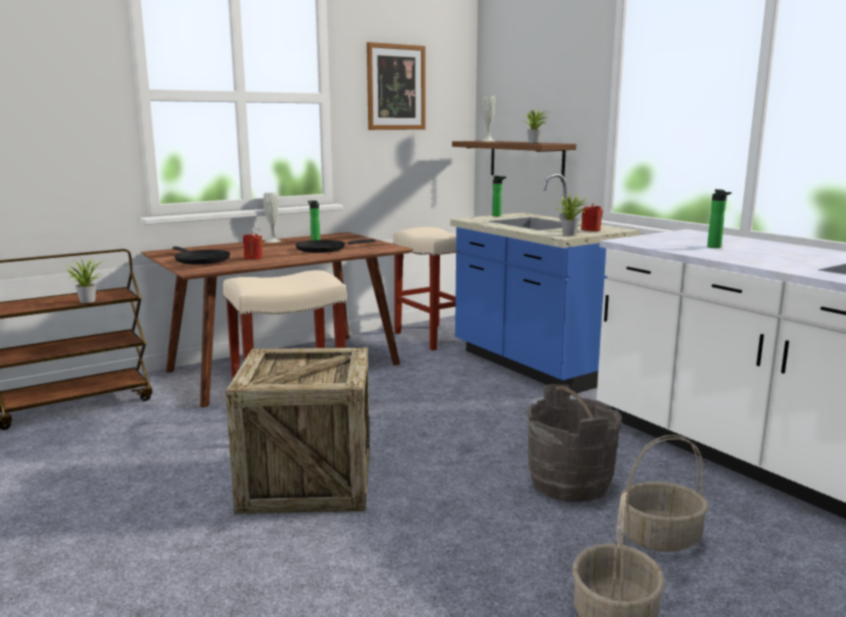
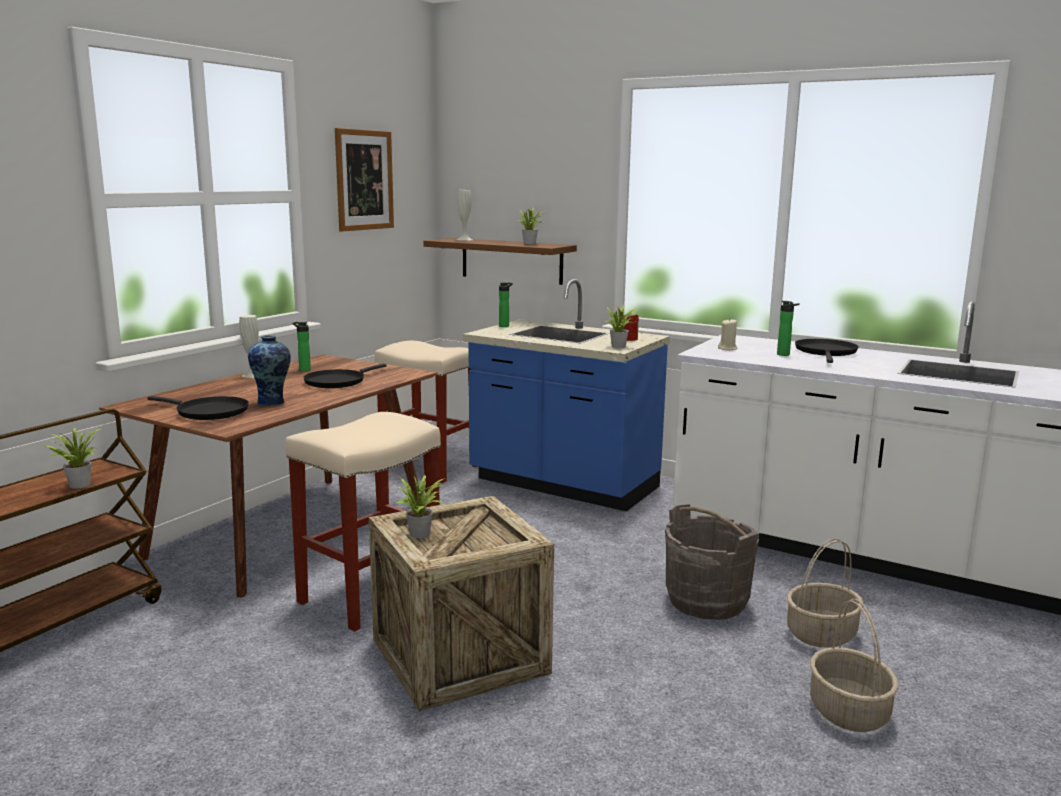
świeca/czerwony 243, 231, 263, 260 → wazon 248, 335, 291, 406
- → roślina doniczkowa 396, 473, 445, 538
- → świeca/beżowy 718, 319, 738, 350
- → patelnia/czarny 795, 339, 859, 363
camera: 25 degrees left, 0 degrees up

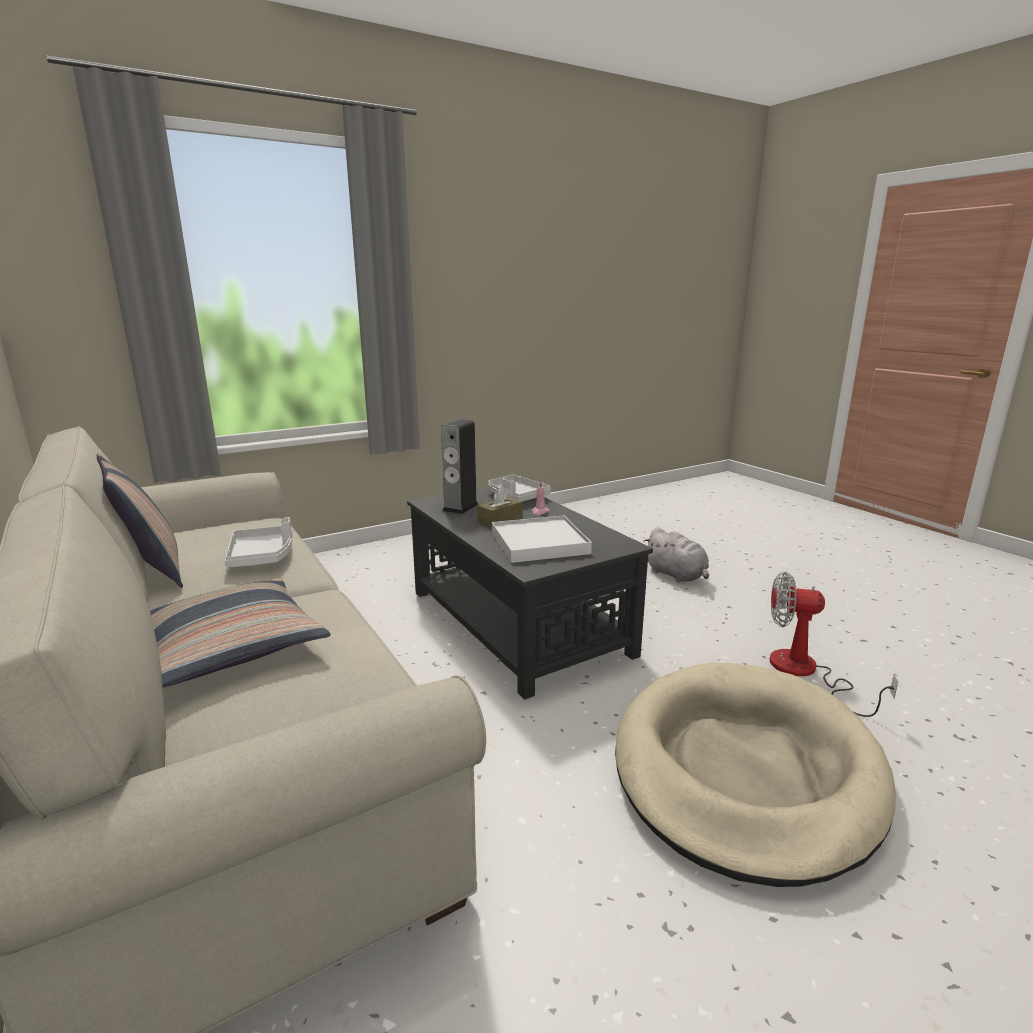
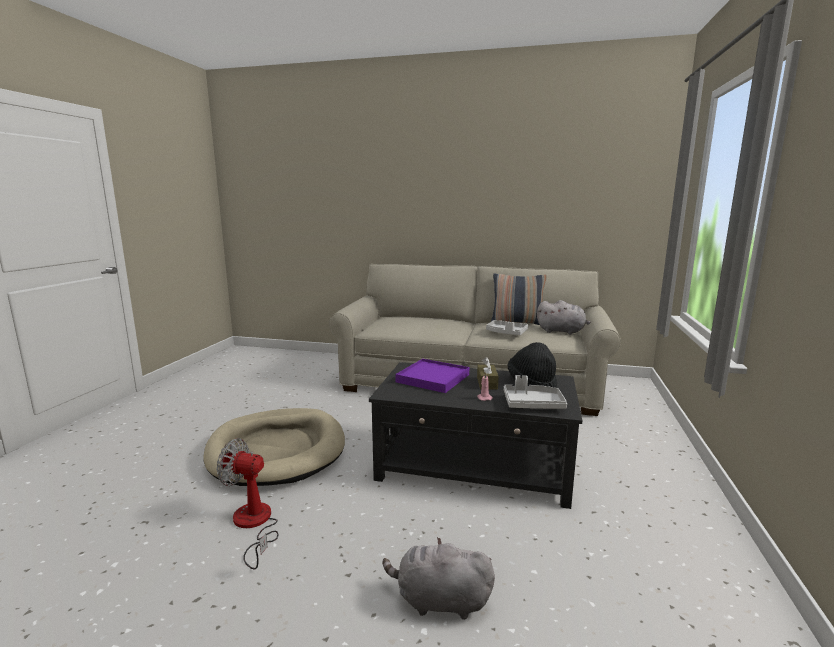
wentylator 769, 572, 898, 717 → wentylator 216, 438, 278, 569, 135 degrees counterclockwise
taca/biały 492, 515, 592, 563 → taca/fioletowy 395, 359, 469, 393
głośnik 441, 419, 479, 514 → kapelusz/czarny 508, 342, 557, 388
- → pluszak/szary 537, 300, 591, 335
poduszka 150, 578, 331, 687 → -
camera: 135 degrees right, 5 degrees down

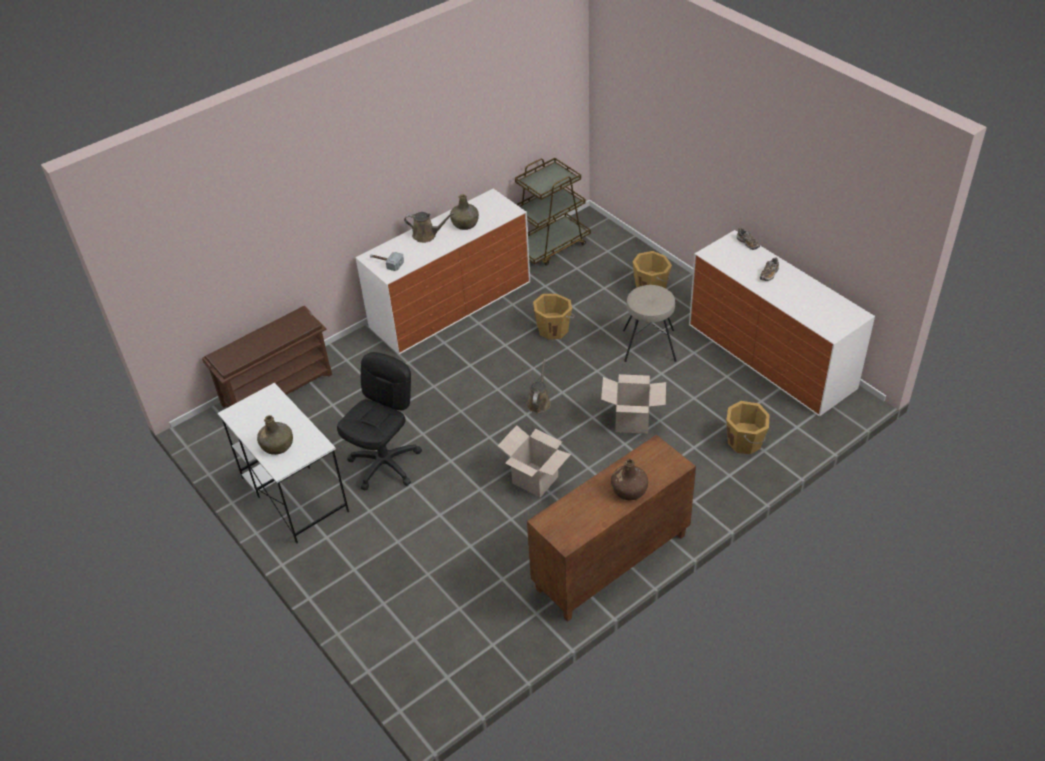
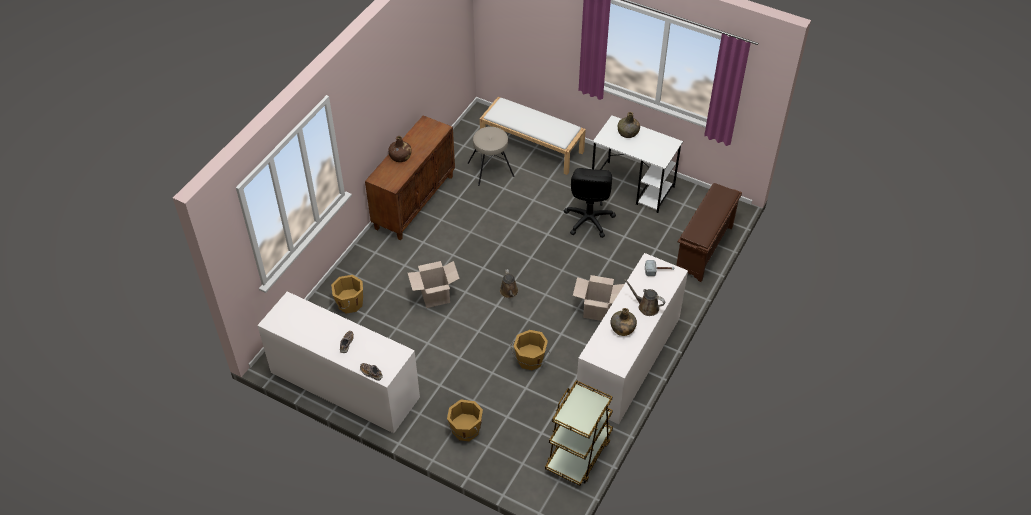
stołek/beżowy 623, 285, 677, 362 → stołek/beżowy 468, 127, 514, 186, shifted
- → ławka/biały 480, 97, 586, 175
karton 497, 425, 571, 498 → karton 573, 275, 624, 321, shifted
konewka/brązowy 404, 212, 454, 243 → konewka/brązowy 625, 279, 665, 316, 45 degrees clockwise
camera: 155 degrees right, 5 degrees up

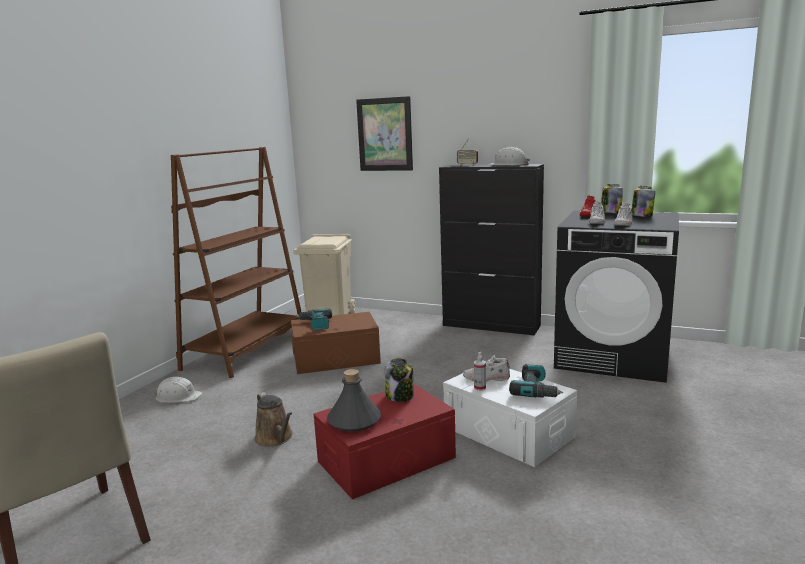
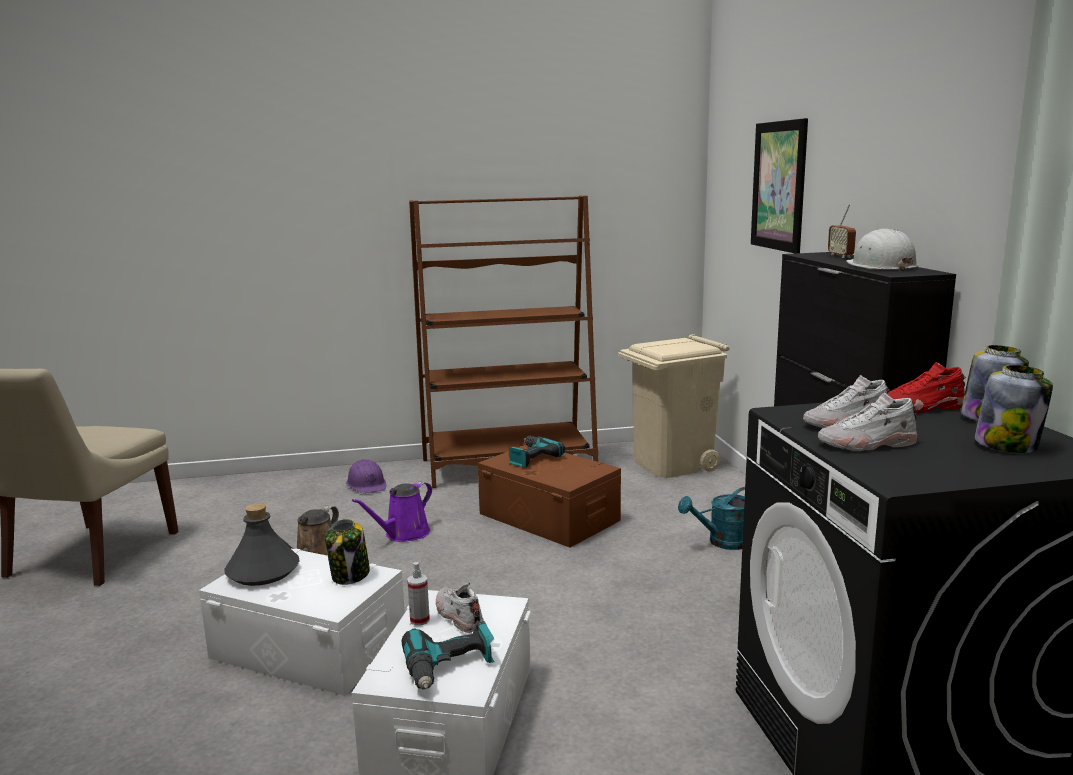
pojemnik do przechowywania/czerwony 313, 384, 456, 500 → pojemnik do przechowywania/biały 199, 549, 405, 696
kask/biały 153, 377, 203, 403 → kask/fioletowy 346, 459, 386, 493
- → konewka/fioletowy 352, 482, 432, 542
- → konewka/turkusowy 678, 487, 745, 550
camera: 55 degrees right, 0 degrees up

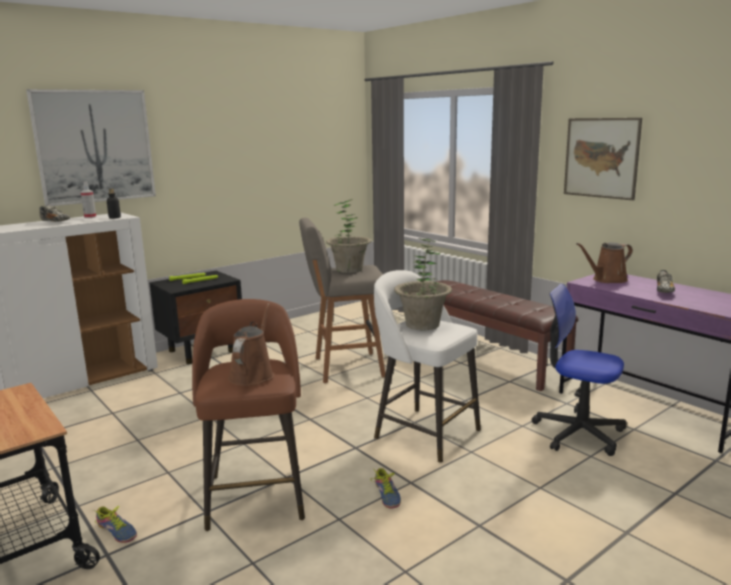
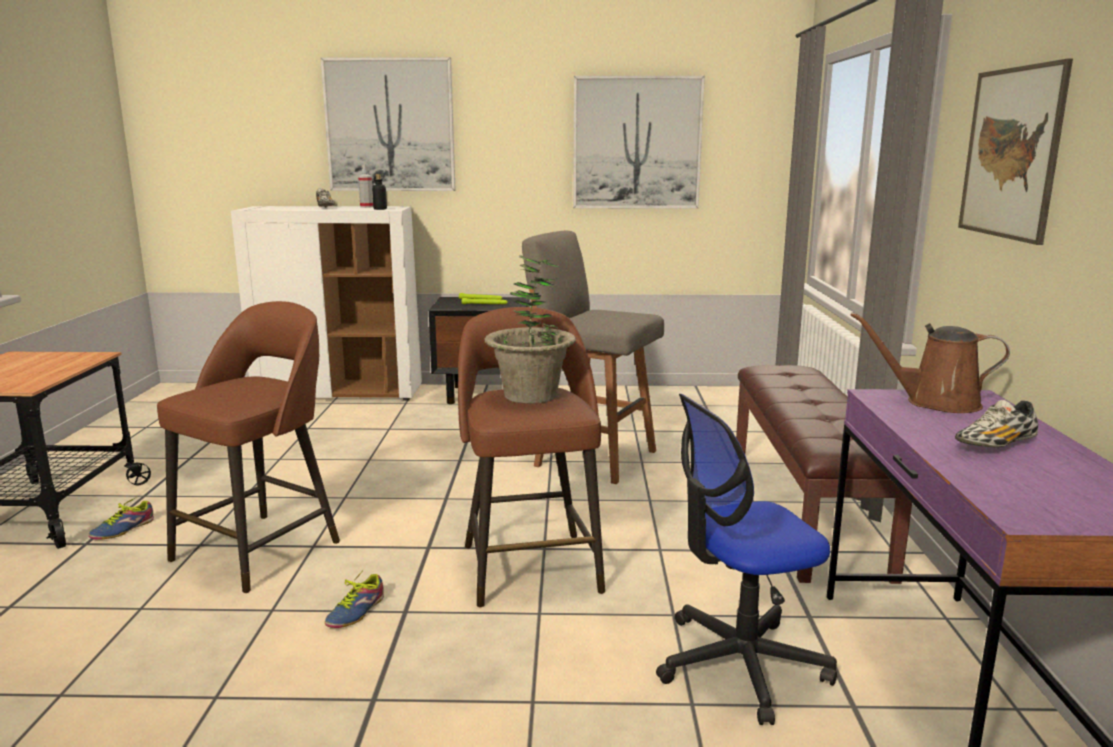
but 93, 506, 137, 543 → but 88, 497, 154, 540, 45 degrees clockwise
stołek/biały 374, 270, 481, 463 → stołek/brązowy 458, 307, 605, 608
- → obraz 573, 76, 705, 209
krzesło biurowe 532, 284, 627, 456 → krzesło biurowe 656, 394, 837, 725, 90 degrees counterclockwise
konewka/brązowy 228, 303, 274, 386 → -
roślina doniczkowa 326, 199, 371, 273 → -
camera: 40 degrees right, 0 degrees up

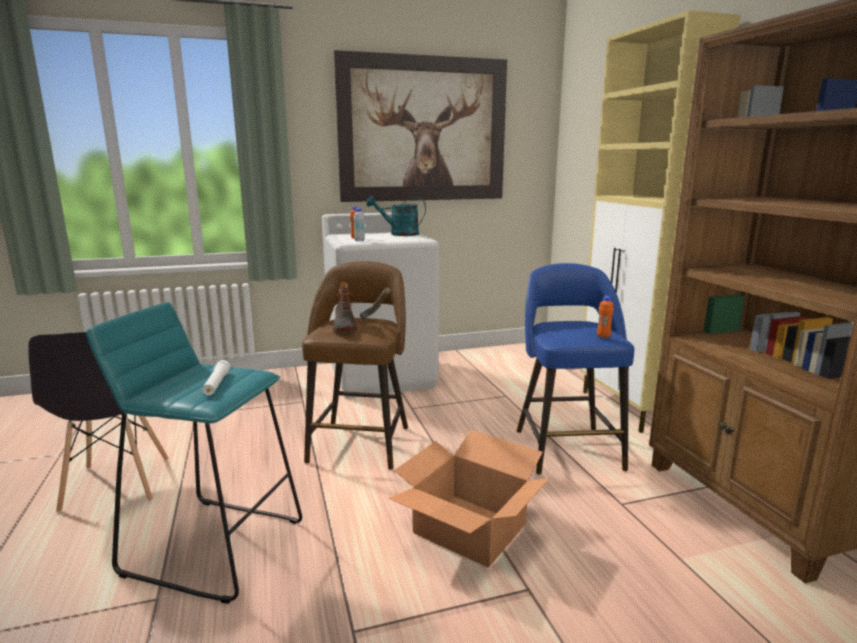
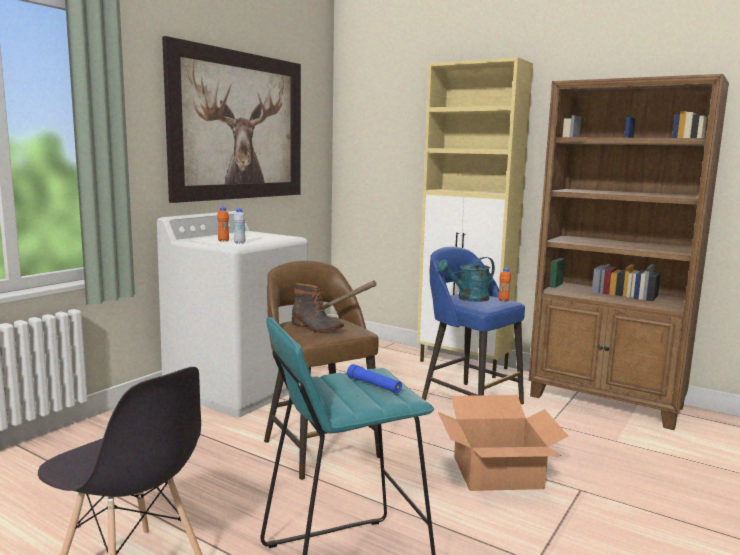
latarka/biały 202, 360, 230, 395 → latarka/niebieski 347, 364, 402, 393
konewka/turkusowy 366, 196, 426, 236 → konewka/turkusowy 437, 257, 495, 302, shifted
camera: 40 degrees left, 5 degrees down

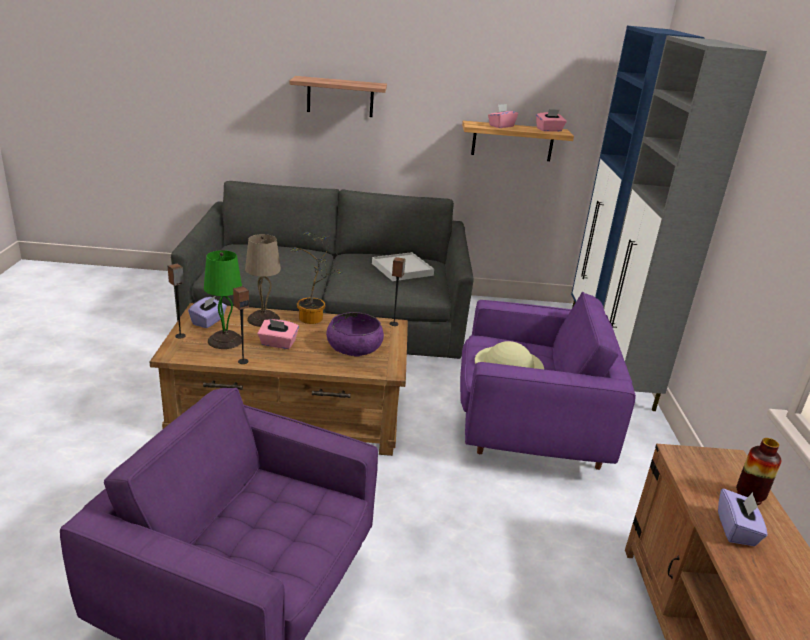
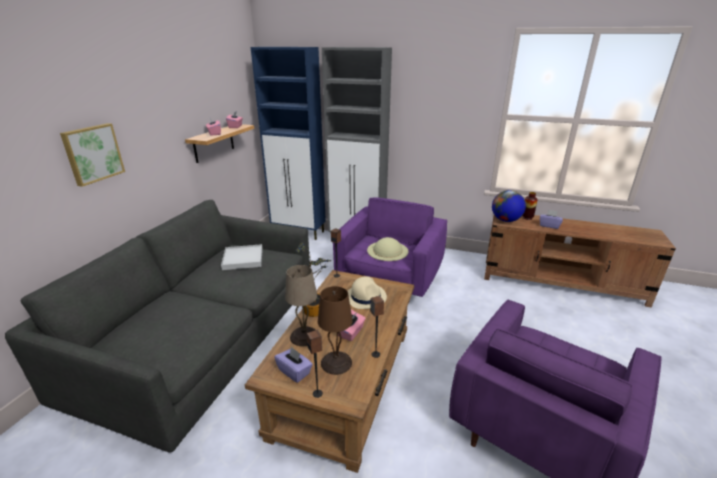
półka 289, 76, 387, 117 → obraz 60, 123, 125, 187
lampa stołowa/zielony 204, 250, 242, 349 → lampa stołowa/brązowy 318, 286, 353, 375
miska/fioletowy 326, 312, 384, 357 → kapelusz/beżowy 348, 276, 387, 309
- → globus 492, 190, 526, 222
camera: 70 degrees left, 0 degrees up

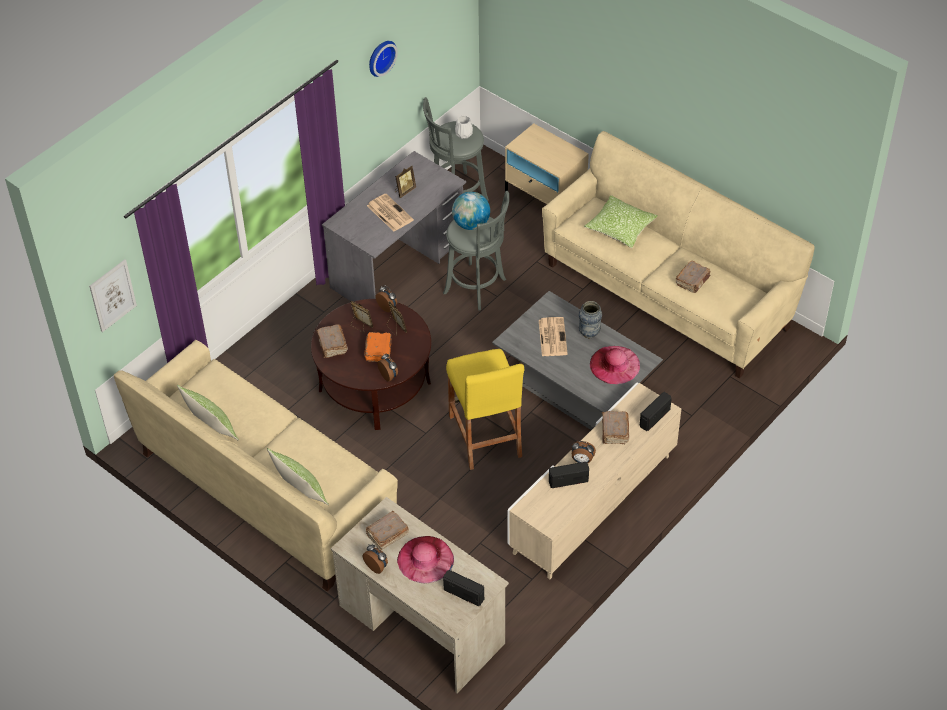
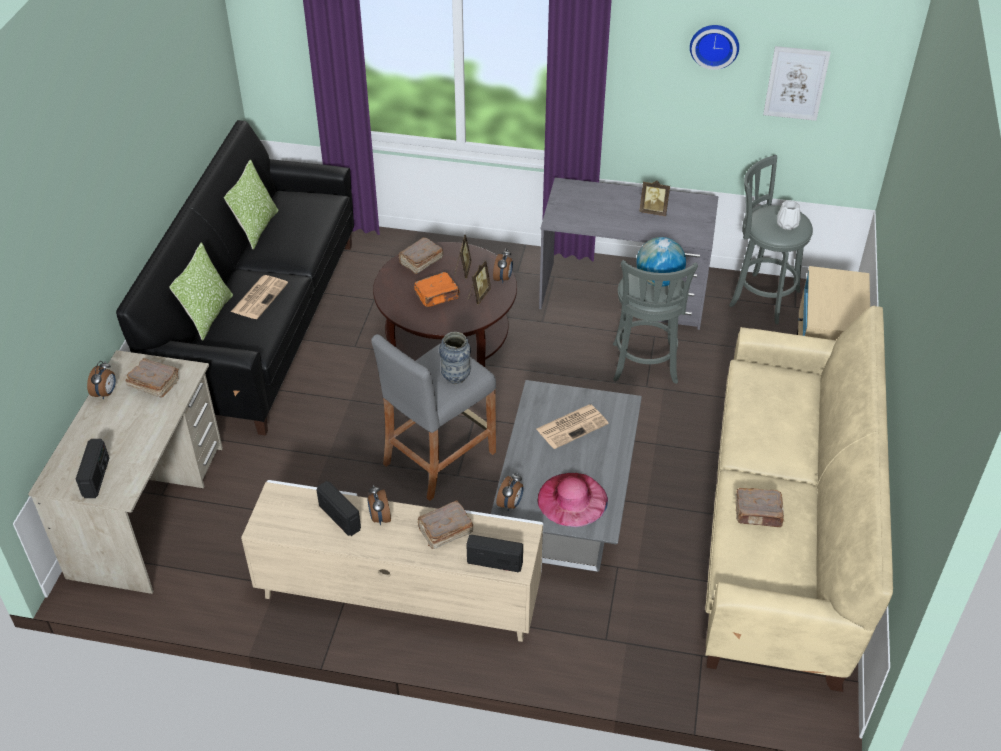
kanapa/beżowy 114, 340, 398, 592 → kanapa/czarny 116, 120, 354, 436
gazeta 367, 194, 414, 231 → gazeta 231, 275, 288, 319, shifted
stołek/żółty 446, 349, 524, 470 → stołek/szary 372, 334, 496, 501
wazon 579, 301, 602, 338 → wazon 439, 332, 471, 384, shifted
budzik 377, 354, 398, 382 → budzik 496, 473, 523, 511, shifted
obraz 89, 259, 137, 332 → obraz 763, 46, 831, 121, shifted
kapelusz/różowy 397, 536, 454, 583 → -
poduszka 584, 195, 658, 248 → -
camera: 60 degrees right, 5 degrees down

